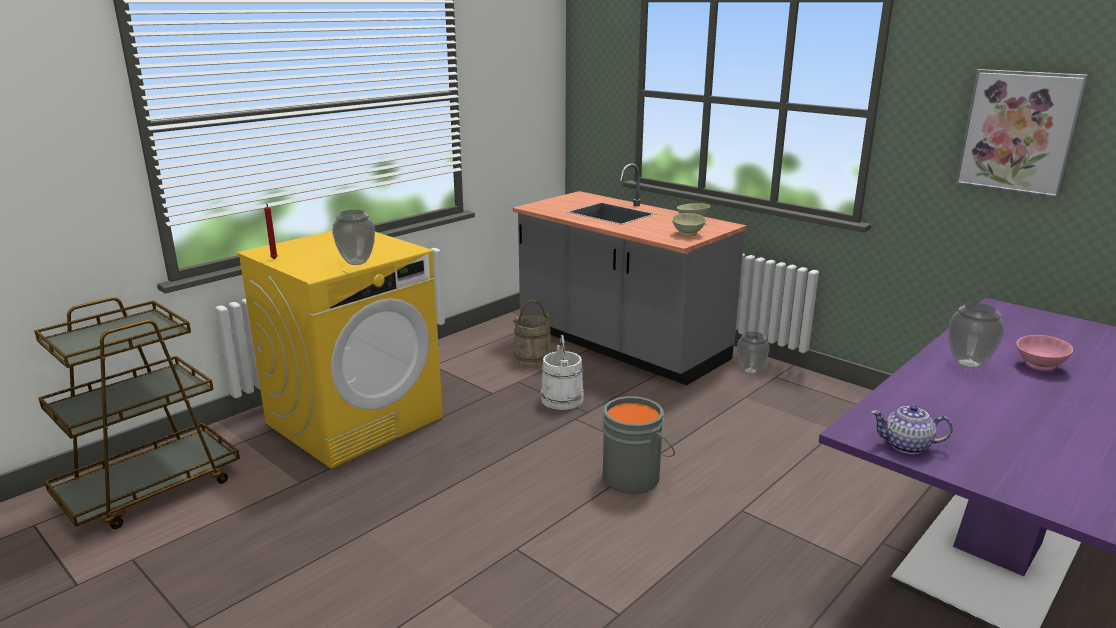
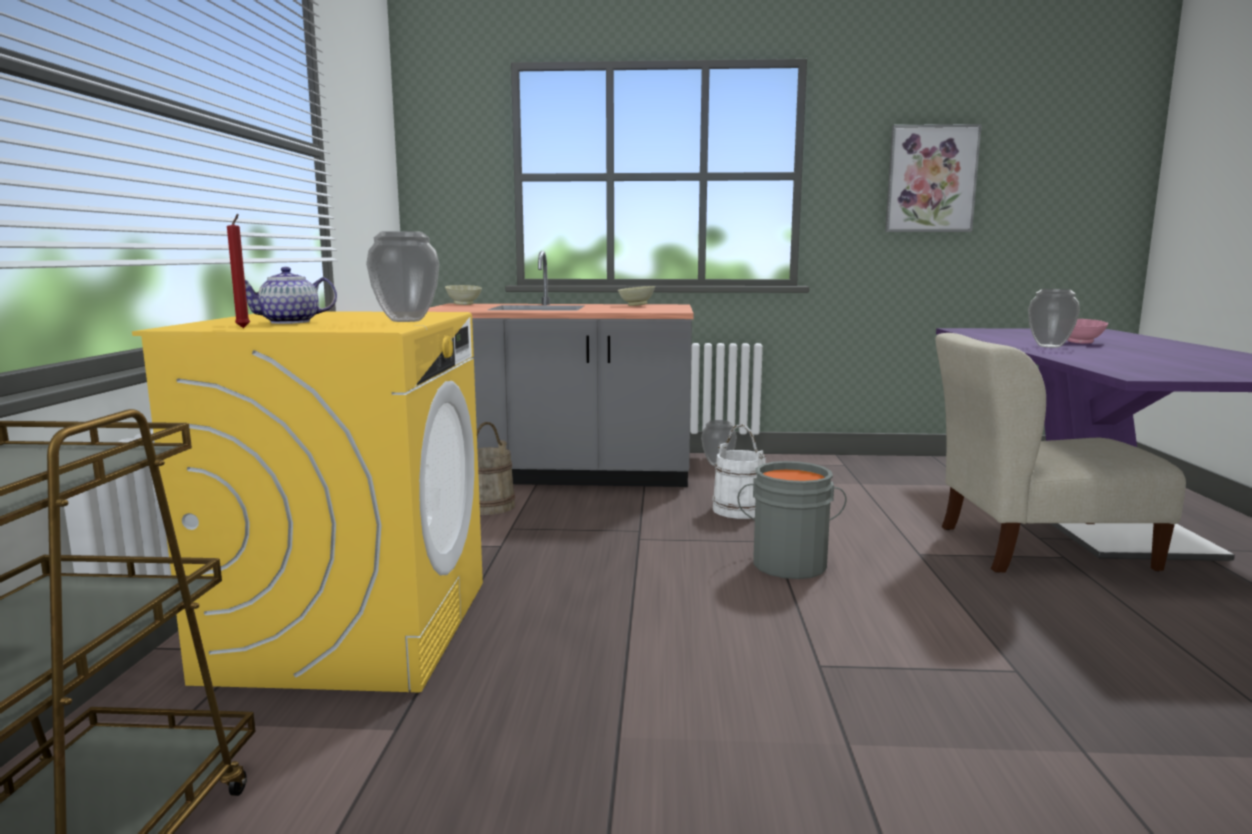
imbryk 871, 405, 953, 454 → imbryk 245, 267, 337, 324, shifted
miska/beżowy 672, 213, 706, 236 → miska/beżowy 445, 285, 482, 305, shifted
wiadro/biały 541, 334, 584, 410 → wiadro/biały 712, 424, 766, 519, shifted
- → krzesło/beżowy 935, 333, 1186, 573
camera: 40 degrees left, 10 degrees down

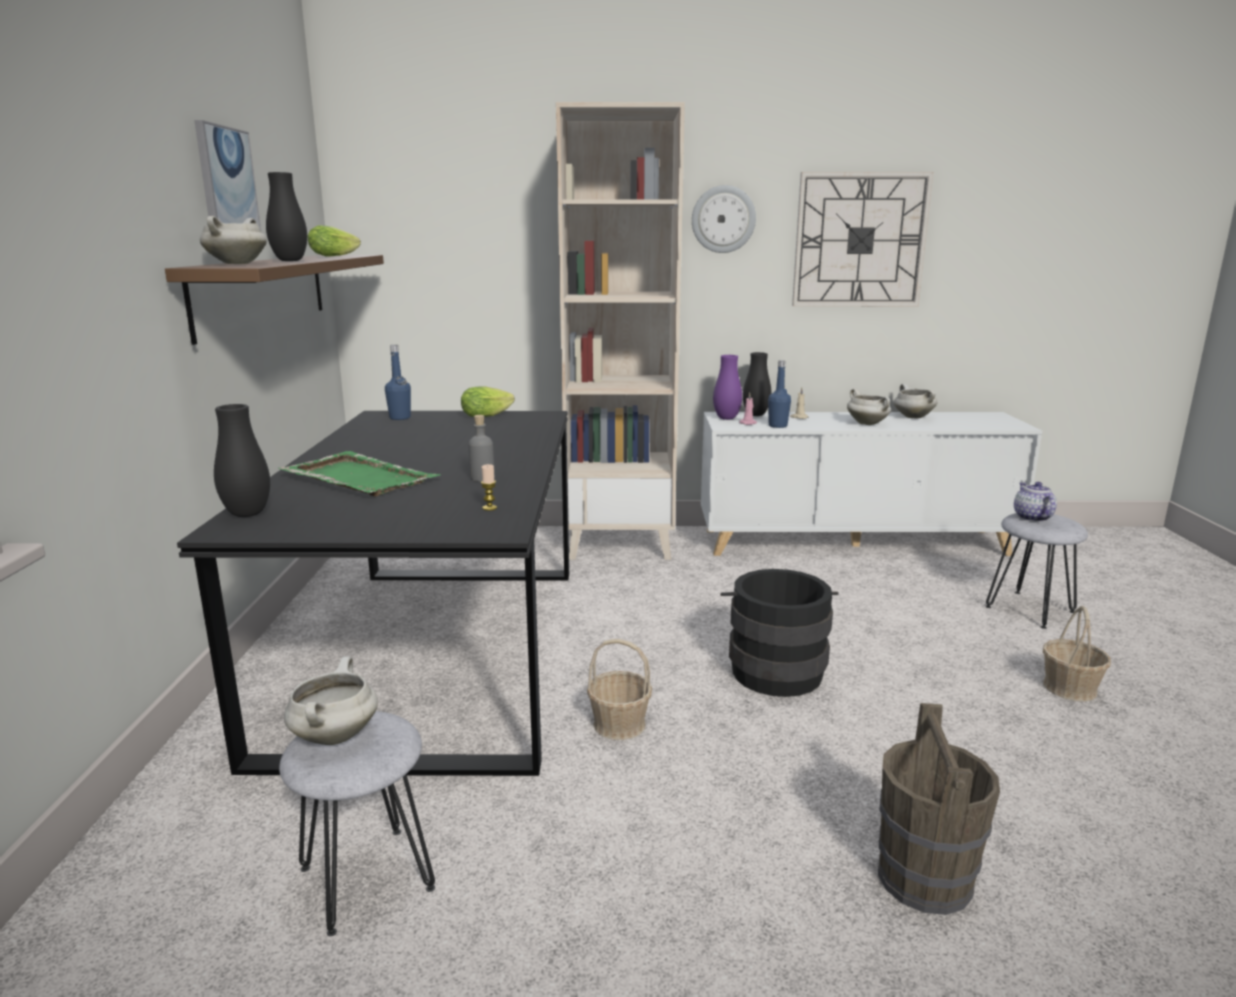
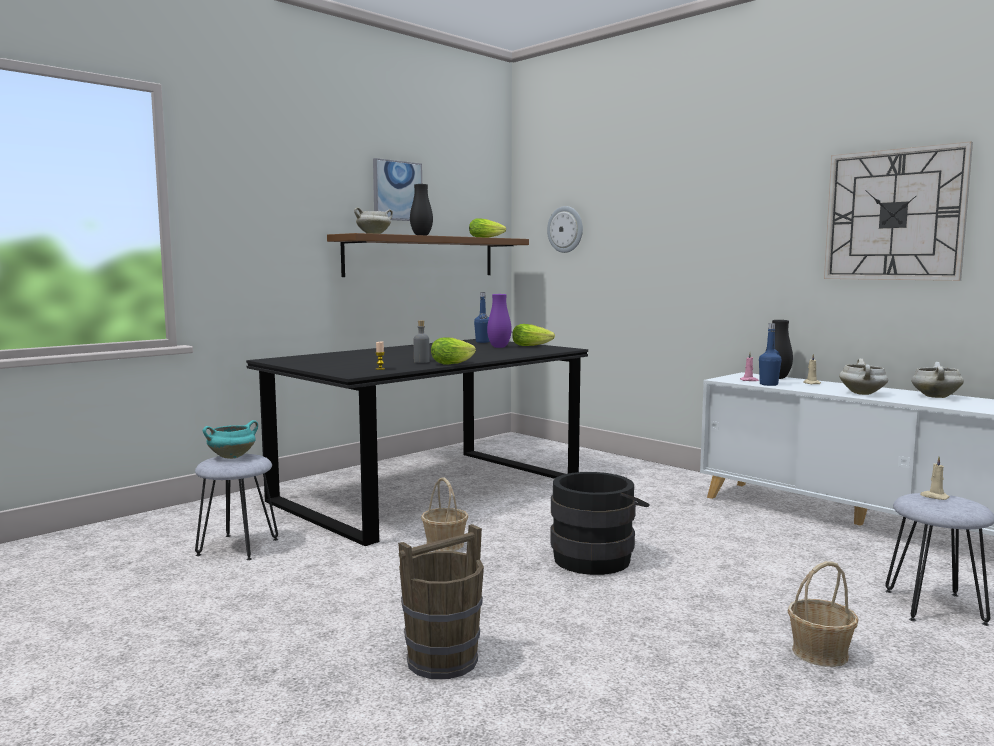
garnek/biały 284, 656, 378, 745 → garnek/turkusowy 203, 420, 258, 459
- → sałata 431, 337, 476, 365
wazon/fioletowy 713, 355, 742, 420 → wazon/fioletowy 487, 294, 512, 348, shifted
zegar ścienny 692, 185, 756, 253 → zegar ścienny 547, 206, 583, 253, shifted
imbryk 1014, 482, 1057, 522 → świeca/beżowy 920, 457, 950, 500
wazon/czarny 214, 404, 270, 517 → -
taca/zielony 278, 451, 441, 496 → -
regał/beżowy 556, 102, 685, 560 → -
camera: 45 degrees right, 10 degrees down

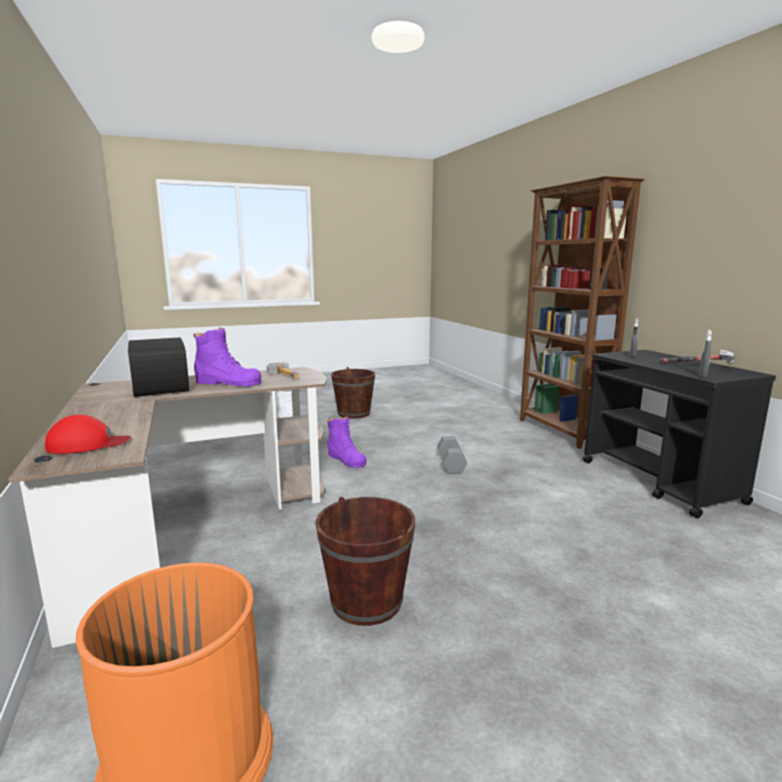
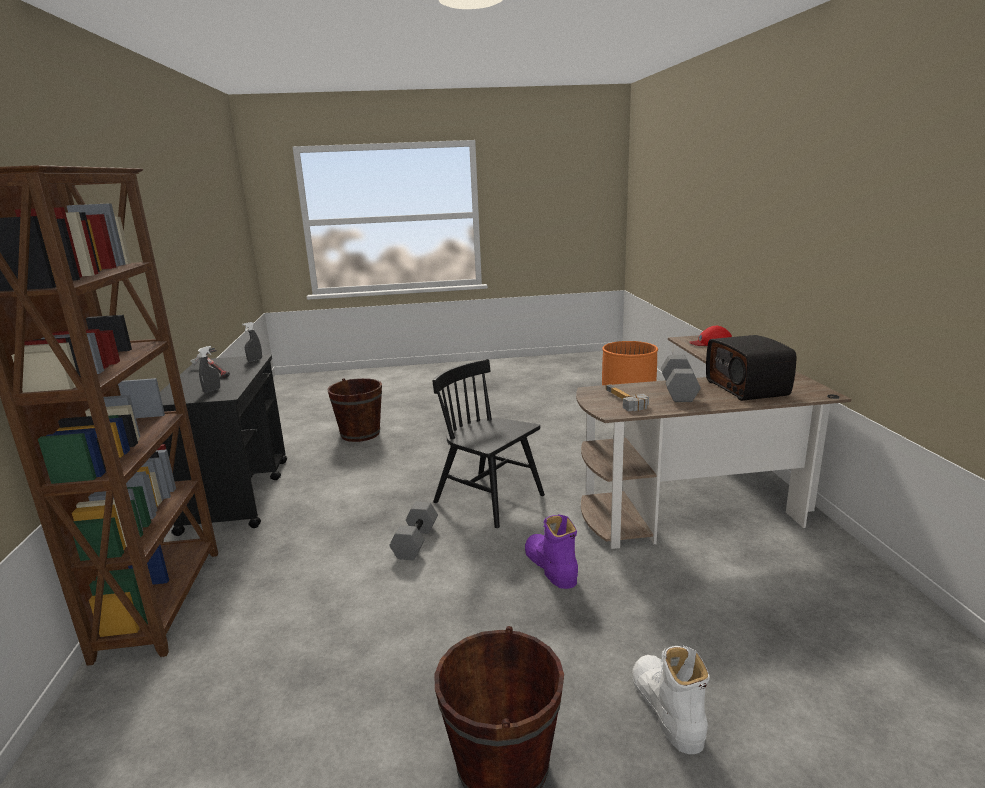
wiadro/brązowy 315, 497, 415, 626 → wiadro/brązowy 327, 378, 382, 442, shifted
- → krzesło/czarny 432, 359, 545, 528
but z cholewką/fioletowy 193, 328, 261, 387 → hantel/szary 661, 355, 701, 402
camera: 165 degrees left, 5 degrees up

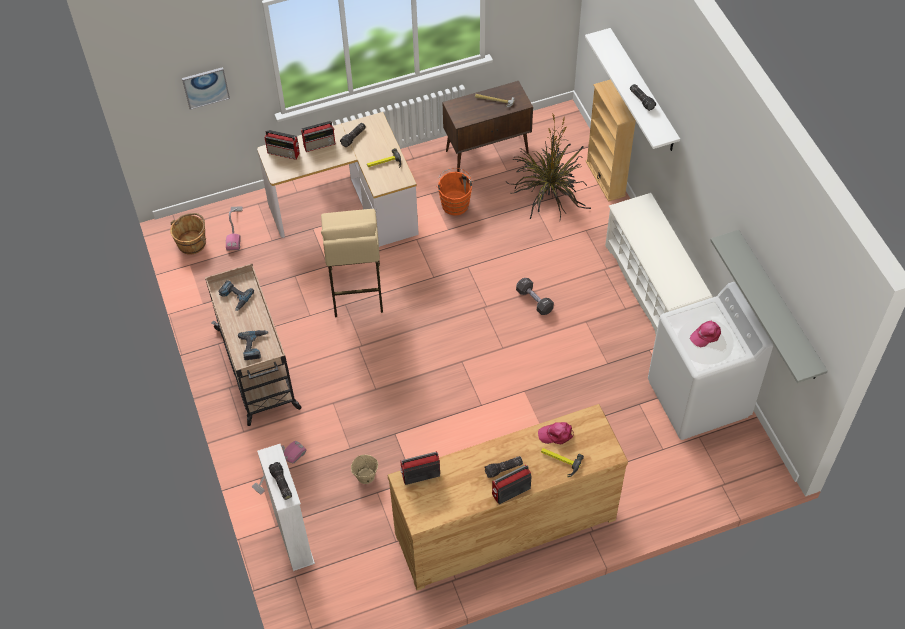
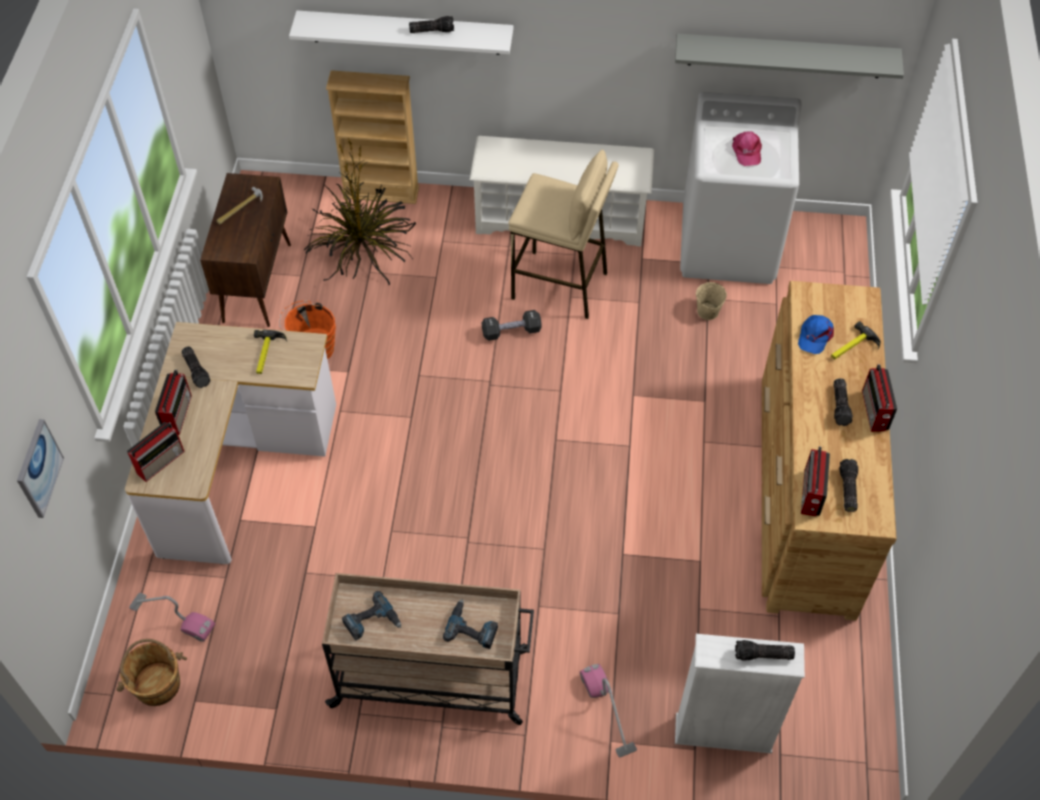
stołek/beżowy 321, 209, 383, 317 → stołek/beżowy 508, 149, 619, 319, shifted
wiadro/beżowy 351, 455, 378, 484 → wiadro/beżowy 696, 282, 727, 320, shifted
czapka z daszkiem/różowy 538, 422, 574, 444 → czapka z daszkiem/niebieski 798, 315, 834, 354
- → latarka 839, 459, 858, 512
camera: 65 degrees left, 0 degrees up

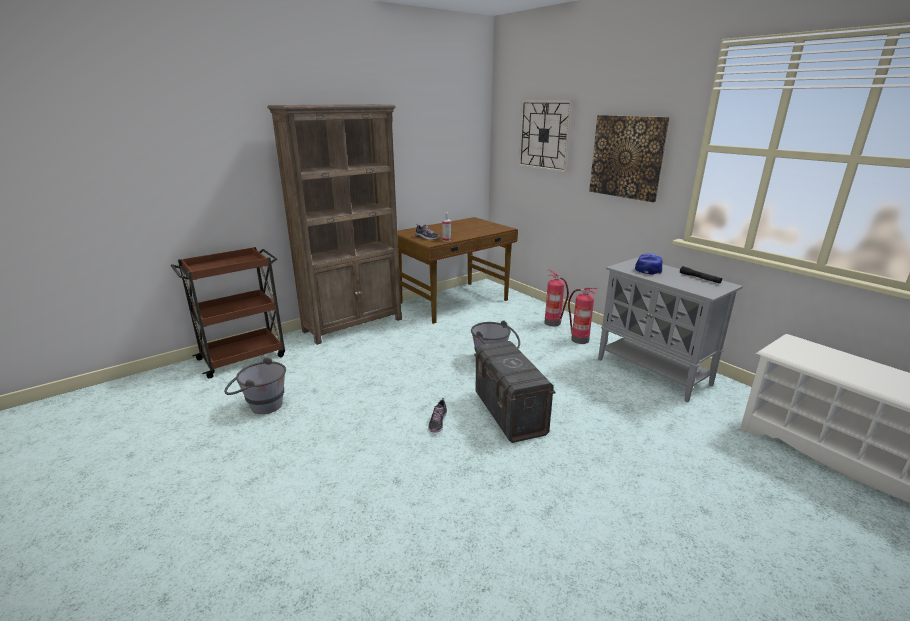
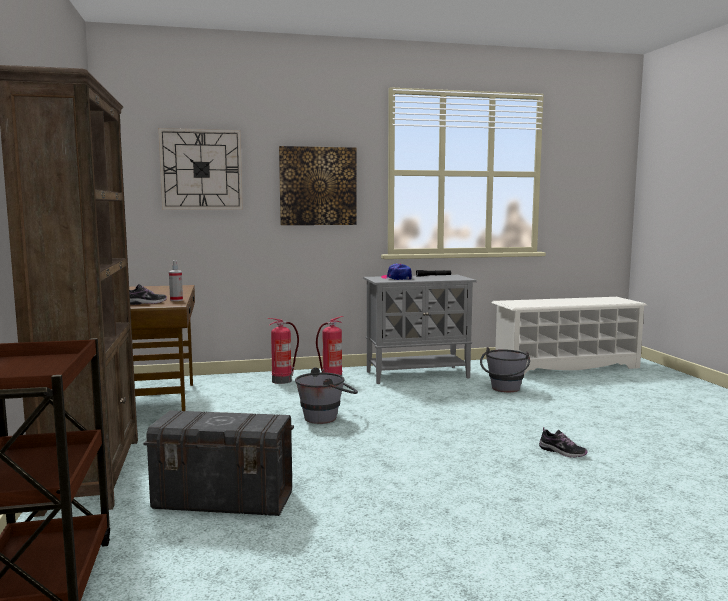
pojemnik do przechowywania/szary 474, 341, 556, 443 → pojemnik do przechowywania/szary 143, 410, 294, 516, shifted
wiadro/szary 224, 357, 286, 414 → wiadro/szary 480, 347, 530, 392, shifted
but 428, 398, 447, 433 → but 539, 427, 588, 457, shifted
camera: 65 degrees left, 15 degrees down

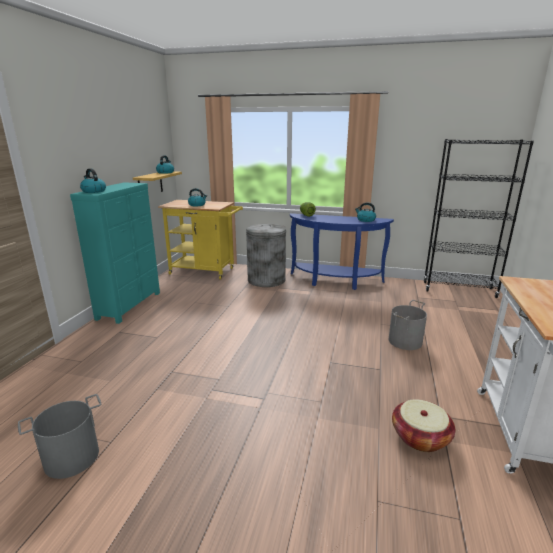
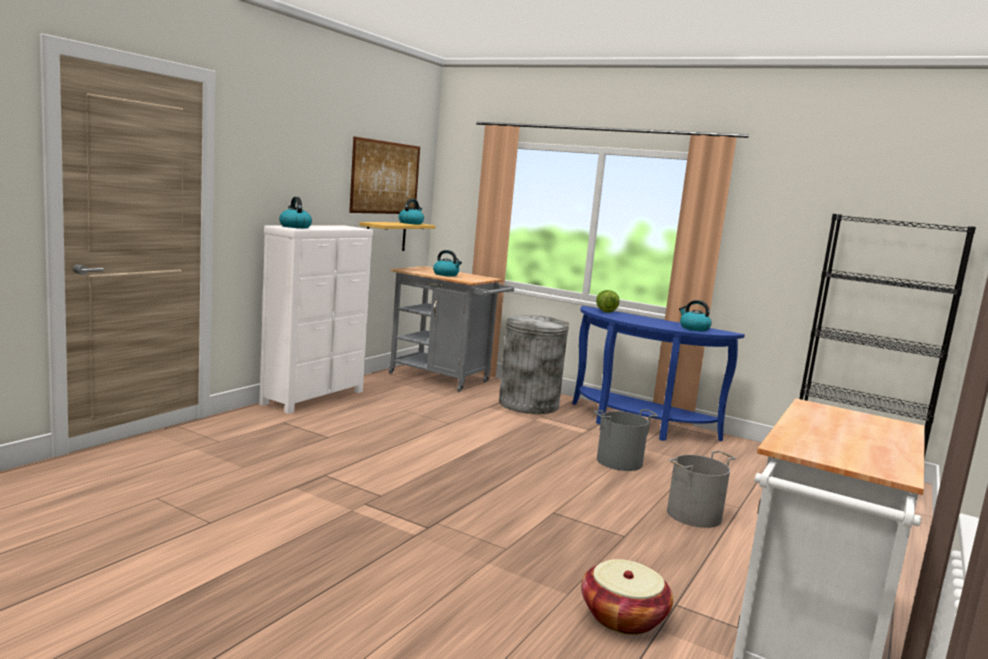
komoda/turkusowy 70, 182, 160, 324 → komoda/biały 259, 225, 373, 414
- → obraz 349, 137, 420, 214
wózek/żółty 158, 200, 243, 280 → wózek/szary 389, 266, 514, 392
wiadro/szary 18, 394, 102, 479 → wiadro/szary 594, 410, 658, 471, shifted
camera: 15 degrees right, 10 degrees down

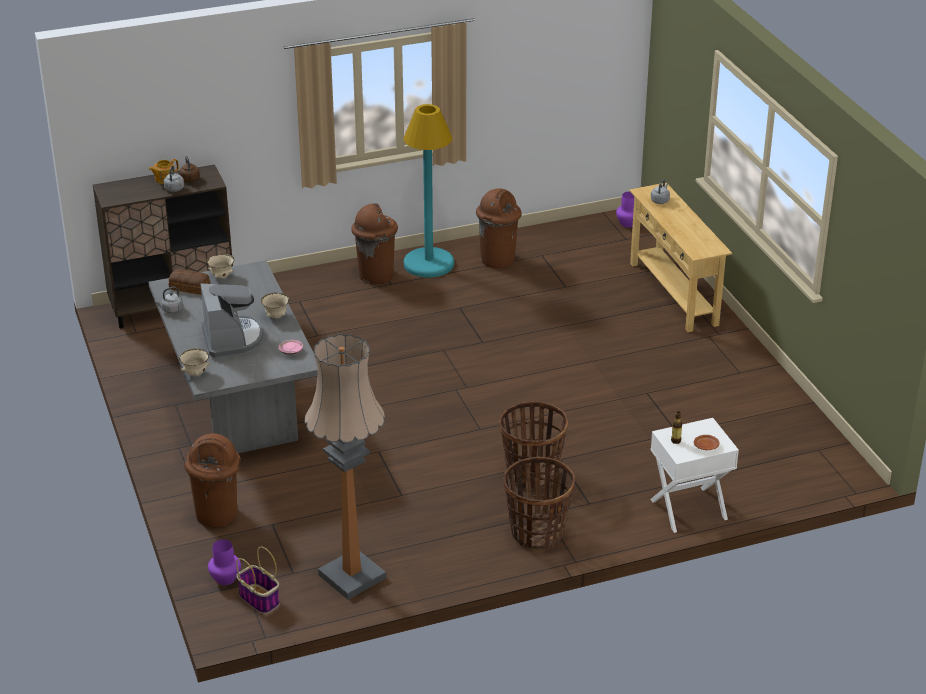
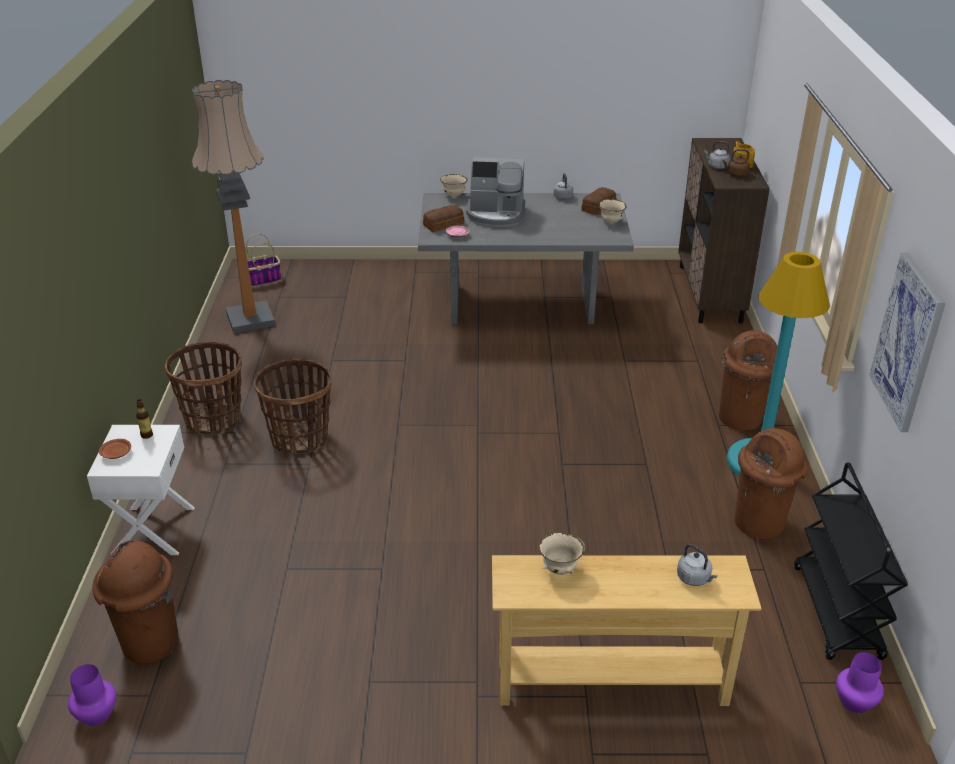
wazon/fioletowy 208, 539, 241, 585 → wazon/fioletowy 68, 664, 116, 726, shifted
kosz na śmieci/brązowy 184, 433, 241, 528 → kosz na śmieci/brązowy 92, 540, 179, 664, shifted
- → chleb 423, 205, 464, 232
miska/beżowy 261, 293, 289, 318 → miska/beżowy 539, 532, 586, 575, shifted
- → wózek/czarny 794, 463, 908, 660
- → obraz 869, 252, 946, 432
camera: 110 degrees right, 0 degrees up

